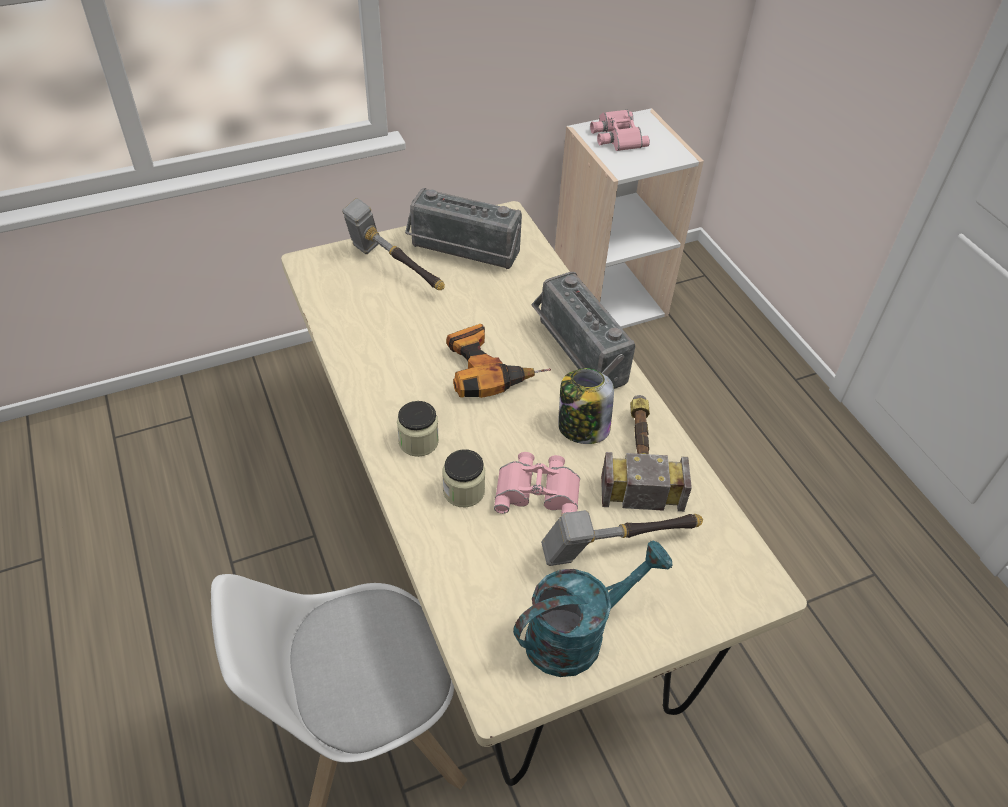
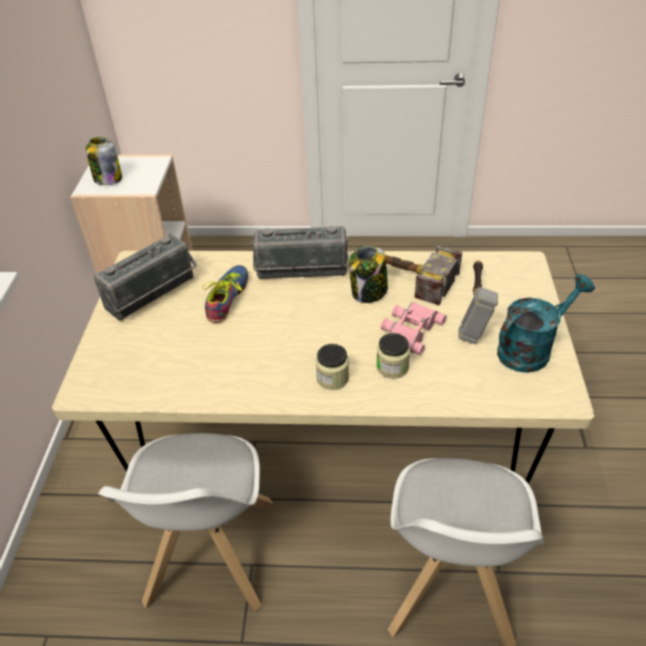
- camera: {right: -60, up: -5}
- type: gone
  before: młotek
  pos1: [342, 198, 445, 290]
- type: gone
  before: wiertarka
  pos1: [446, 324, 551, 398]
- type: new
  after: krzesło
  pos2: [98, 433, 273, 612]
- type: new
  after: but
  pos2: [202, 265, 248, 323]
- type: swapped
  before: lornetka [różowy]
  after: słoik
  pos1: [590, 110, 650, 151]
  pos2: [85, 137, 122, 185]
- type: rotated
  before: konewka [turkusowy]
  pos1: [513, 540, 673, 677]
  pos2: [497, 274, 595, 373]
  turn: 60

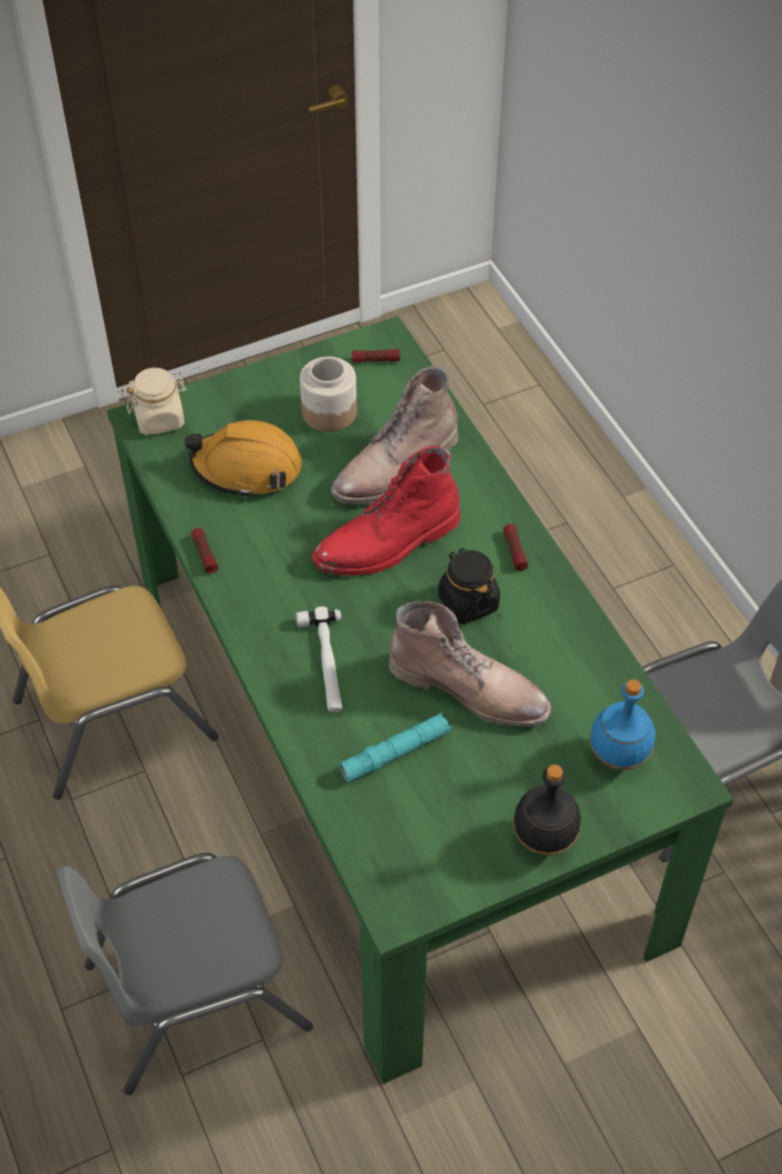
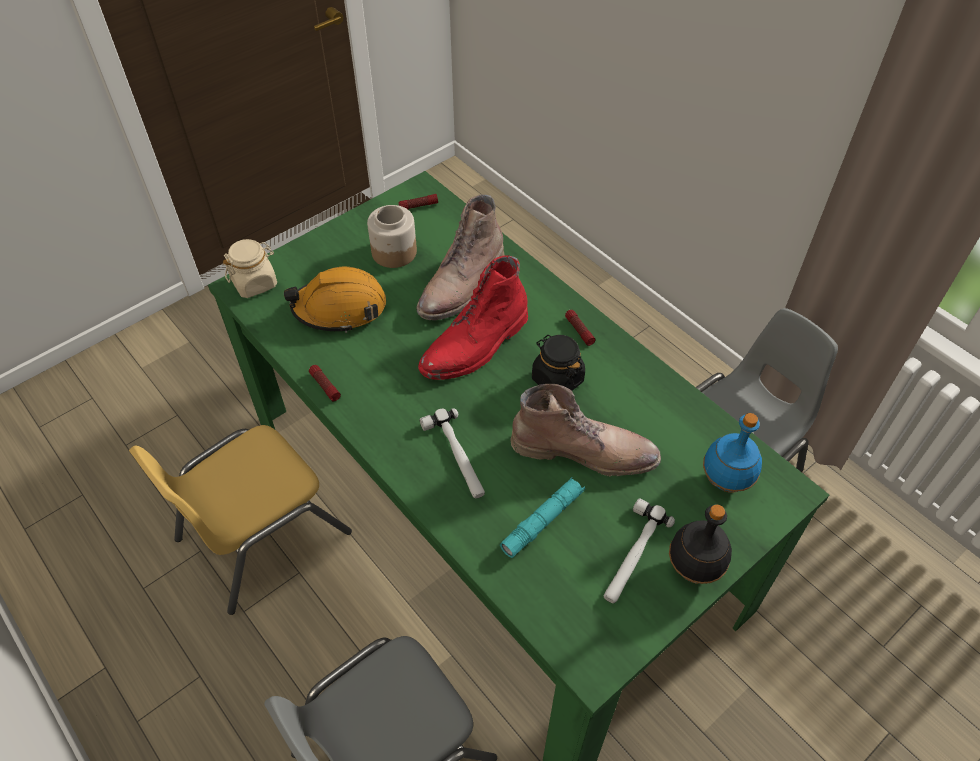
- camera: {right: -15, up: 0}
- type: new
  after: młotek
  pos2: [604, 498, 675, 603]

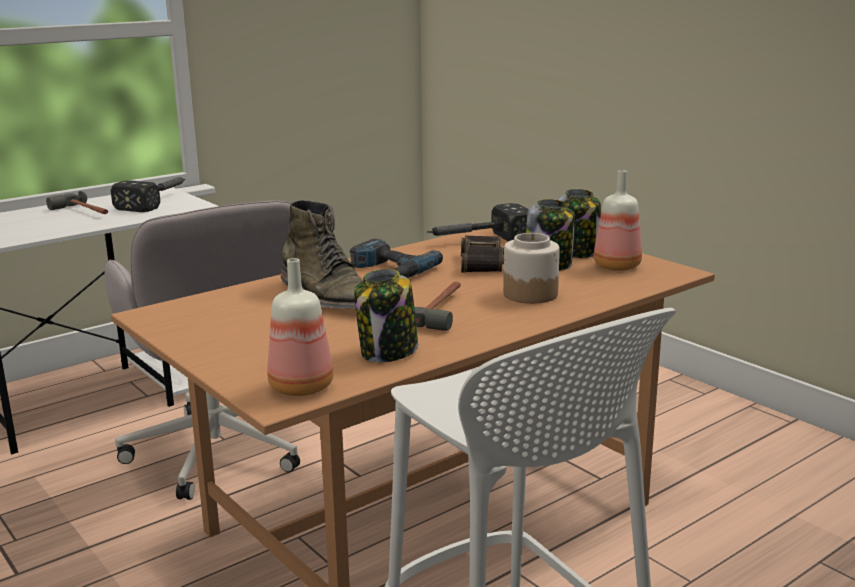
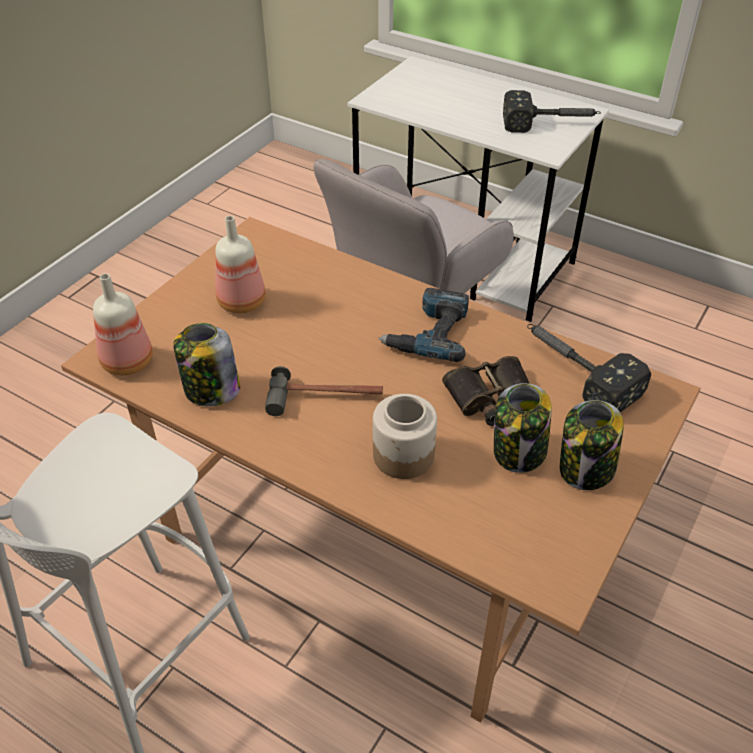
- camera: {right: 70, up: 25}
- type: gone
  before: młotek
  pos1: [46, 191, 108, 214]
- type: gone
  before: but z cholewką [zielony]
  pos1: [281, 200, 363, 309]
- type: shifted
  before: butelka
  pos1: [594, 170, 642, 271]
  pos2: [215, 216, 266, 313]

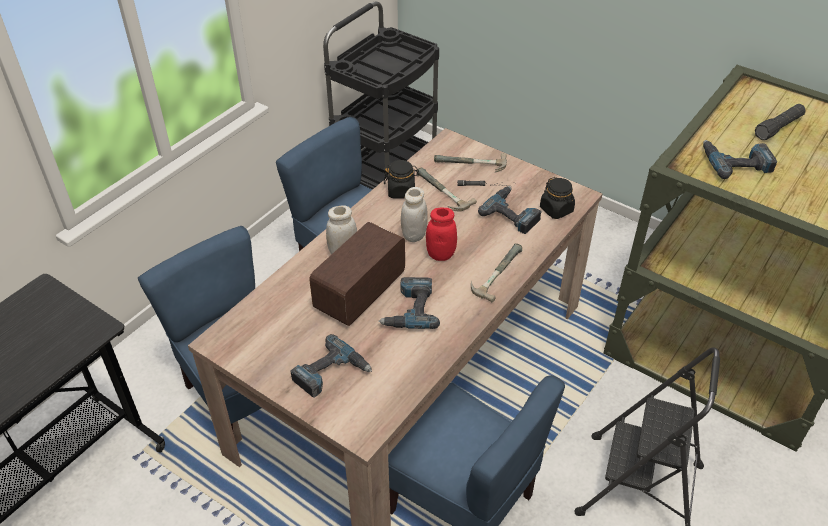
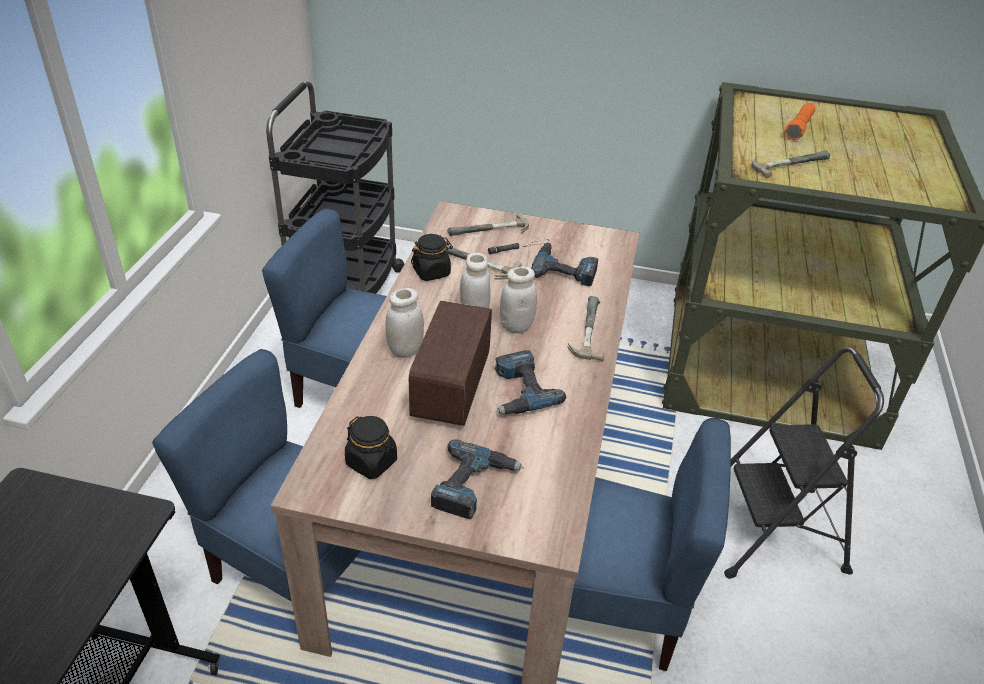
- camera: {right: -25, up: -5}
- type: shifted
  before: słoik [czarny]
  pos1: [540, 177, 575, 219]
  pos2: [345, 416, 397, 479]
- type: swapped
  before: wiertarka
  after: młotek
  pos1: [703, 140, 777, 179]
  pos2: [751, 150, 830, 178]
- type: repainted
  before: słoik [czerwony]
  after: słoik [biały]
  pos1: [426, 207, 457, 261]
  pos2: [500, 266, 537, 333]
- type: repainted
  before: latarka [czarny]
  after: latarka [pomarańczowy]
  pos1: [755, 104, 806, 140]
  pos2: [785, 103, 815, 140]

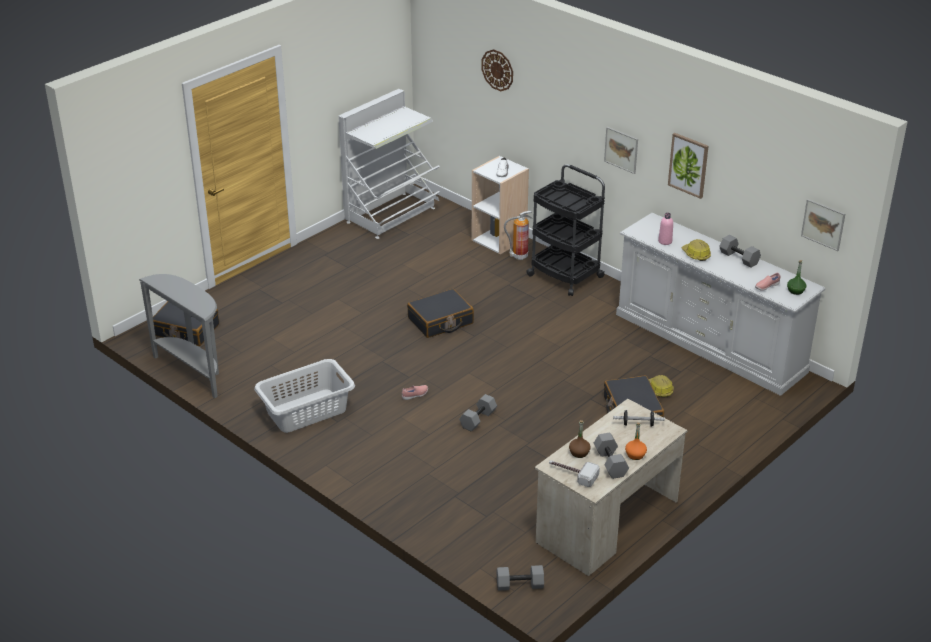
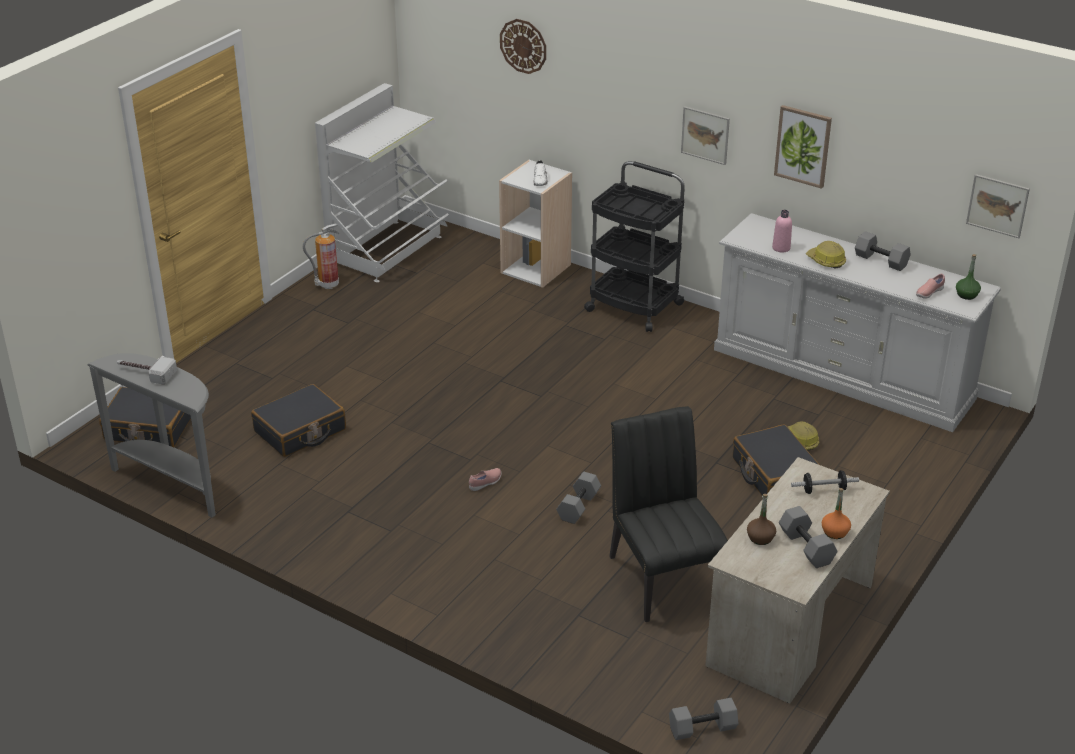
- camera: {right: -10, up: 0}
- type: gone
  before: kosz na pranie [szary]
  pos1: [254, 359, 355, 433]
- type: new
  after: krzesło [czarny]
  pos2: [609, 406, 728, 622]
- type: shifted
  before: walizka [czarny]
  pos1: [407, 289, 474, 338]
  pos2: [251, 384, 346, 457]
- type: shifted
  before: gaśnica
  pos1: [504, 210, 532, 260]
  pos2: [303, 223, 339, 289]
- type: shifted
  before: młotek
  pos1: [549, 460, 600, 487]
  pos2: [117, 357, 177, 384]

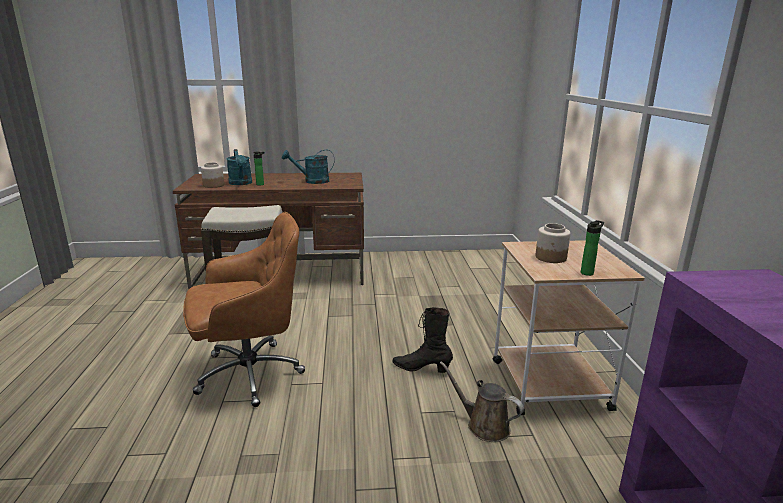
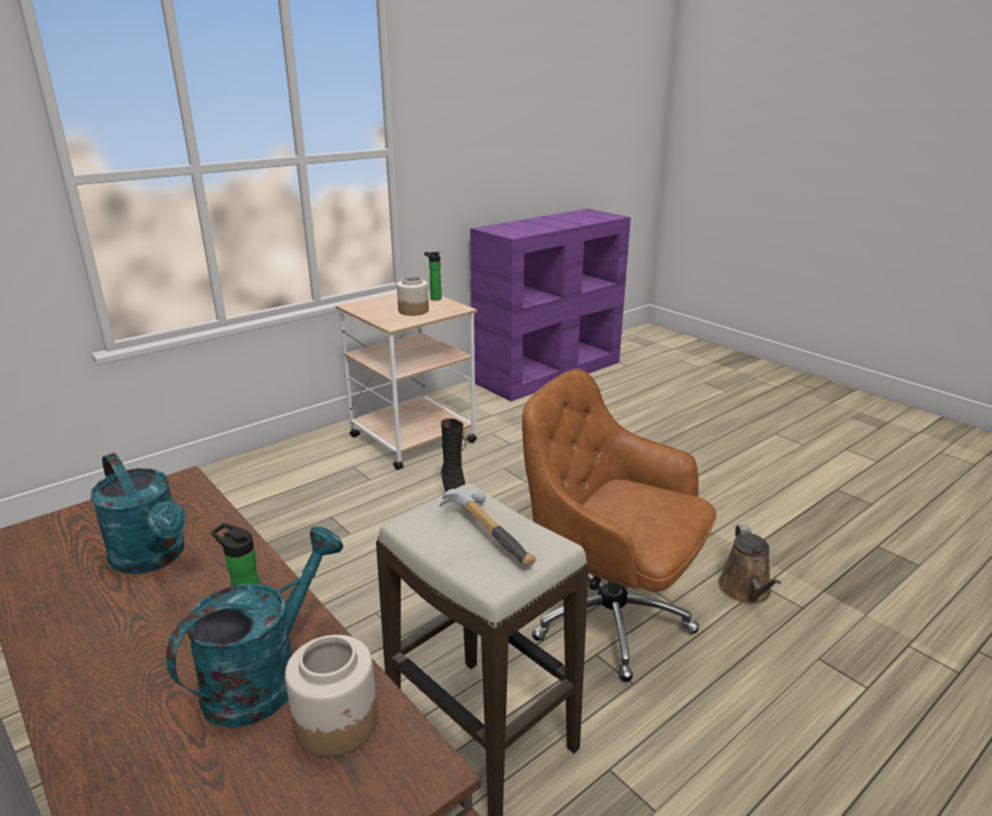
- camera: {right: -125, up: 5}
- type: new
  after: młotek
  pos2: [439, 489, 536, 566]
- type: shifted
  before: konewka [brązowy]
  pos1: [440, 361, 524, 442]
  pos2: [718, 524, 781, 604]

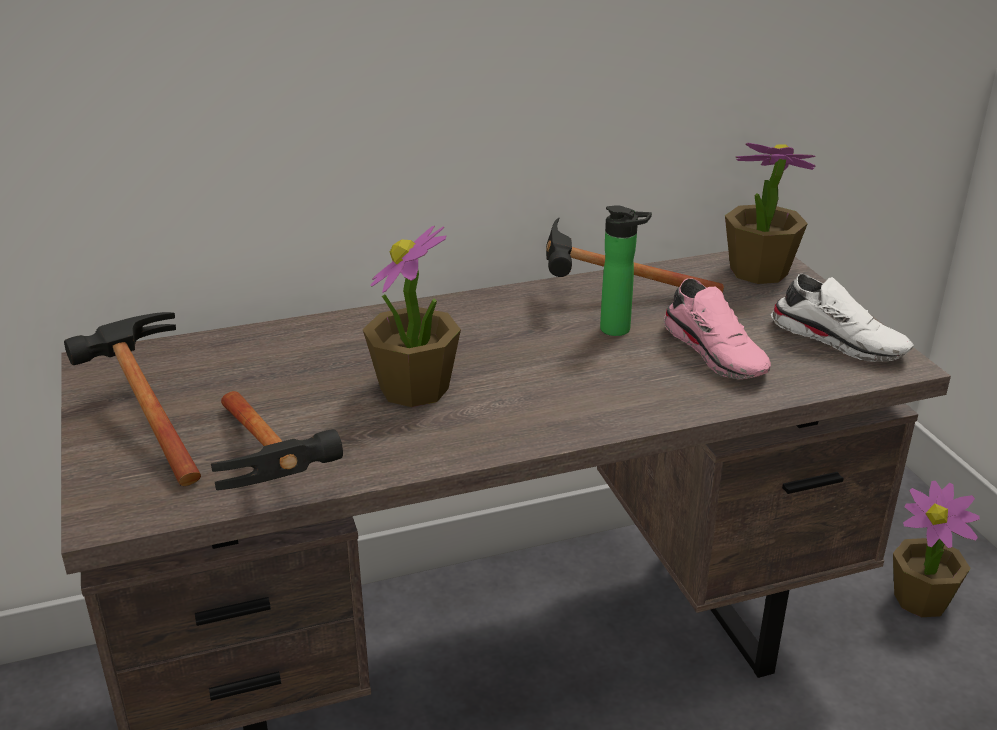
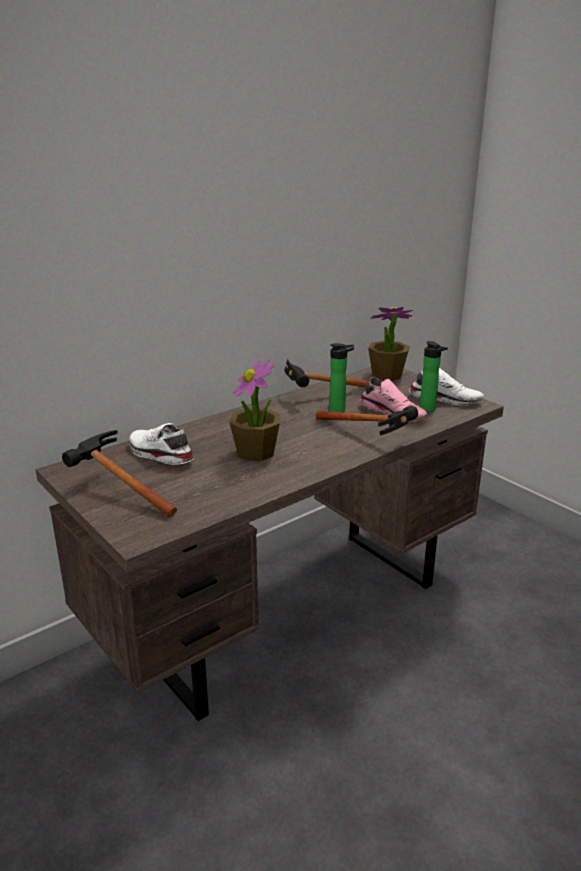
- camera: {right: -20, up: -5}
- type: gone
  before: roślina doniczkowa
  pos1: [893, 481, 980, 617]
- type: new
  after: but [biały]
  pos2: [129, 423, 194, 465]
- type: new
  after: butelka
  pos2: [420, 341, 448, 412]
- type: shifted
  before: młotek
  pos1: [211, 391, 343, 490]
  pos2: [316, 405, 418, 435]

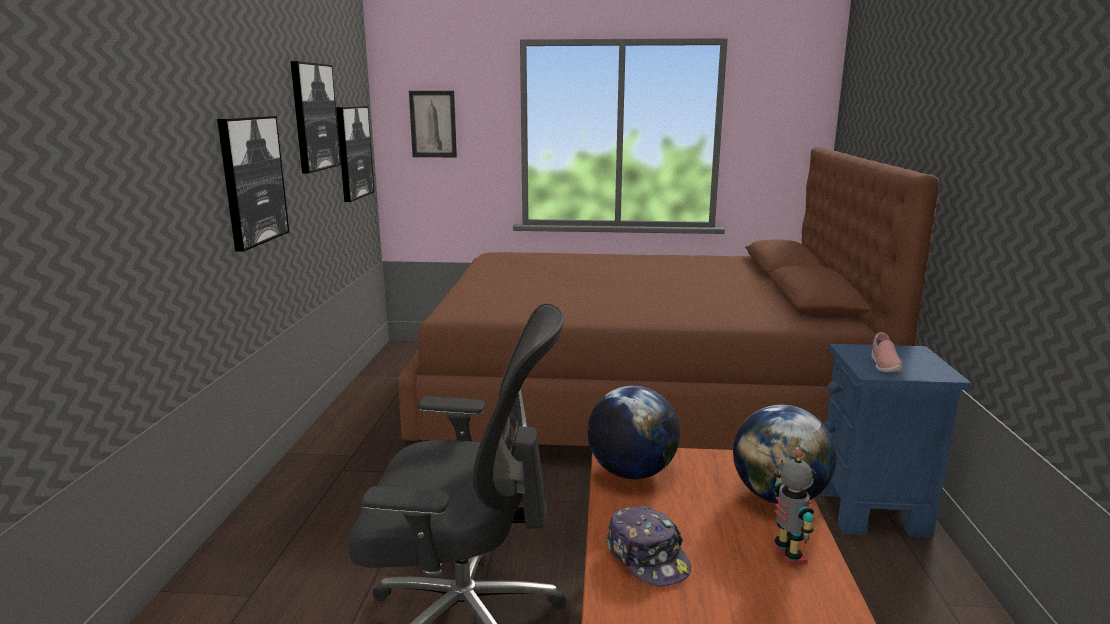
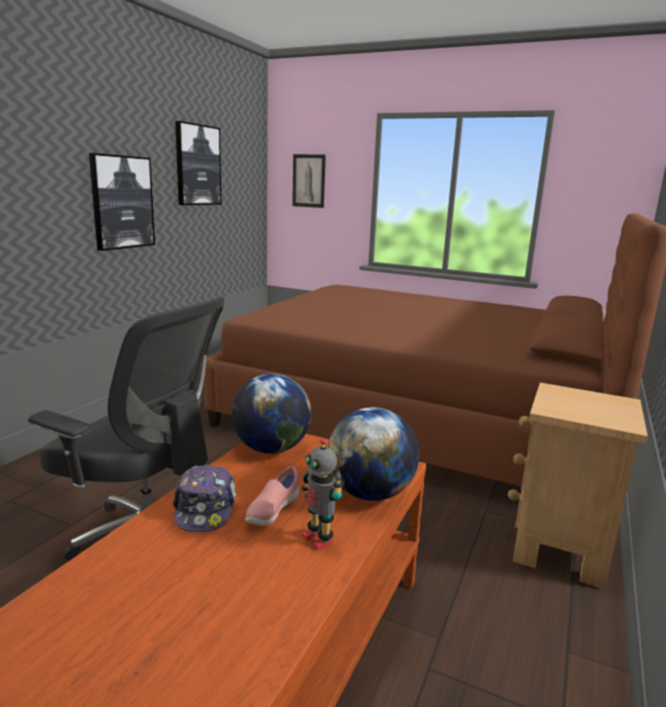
- camera: {right: 20, up: 0}
- type: gone
  before: obraz
  pos1: [336, 106, 374, 202]
- type: shifted
  before: but [różowy]
  pos1: [871, 332, 903, 372]
  pos2: [245, 467, 299, 526]
- type: repainted
  before: szafka nocna [niebieski]
  after: szafka nocna [beżowy]
  pos1: [821, 344, 971, 538]
  pos2: [508, 383, 648, 589]
- type: rotated
  before: robot zabawkowy
  pos1: [774, 451, 817, 567]
  pos2: [302, 438, 344, 550]
  turn: 135

